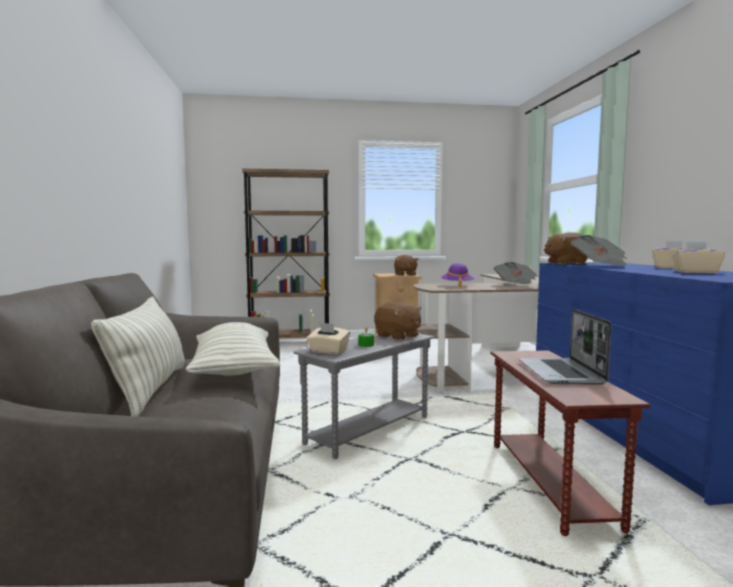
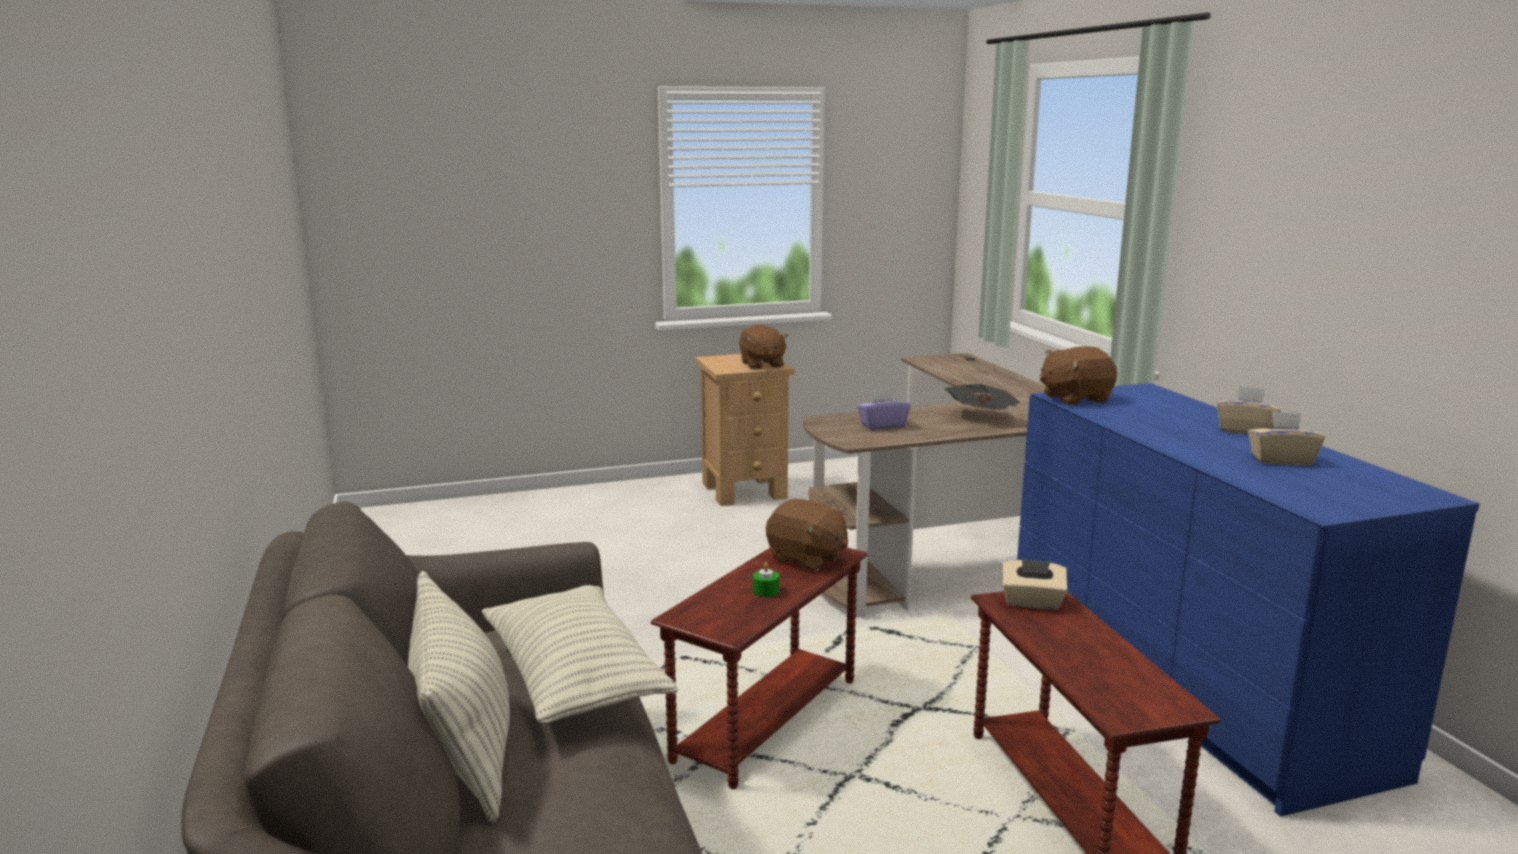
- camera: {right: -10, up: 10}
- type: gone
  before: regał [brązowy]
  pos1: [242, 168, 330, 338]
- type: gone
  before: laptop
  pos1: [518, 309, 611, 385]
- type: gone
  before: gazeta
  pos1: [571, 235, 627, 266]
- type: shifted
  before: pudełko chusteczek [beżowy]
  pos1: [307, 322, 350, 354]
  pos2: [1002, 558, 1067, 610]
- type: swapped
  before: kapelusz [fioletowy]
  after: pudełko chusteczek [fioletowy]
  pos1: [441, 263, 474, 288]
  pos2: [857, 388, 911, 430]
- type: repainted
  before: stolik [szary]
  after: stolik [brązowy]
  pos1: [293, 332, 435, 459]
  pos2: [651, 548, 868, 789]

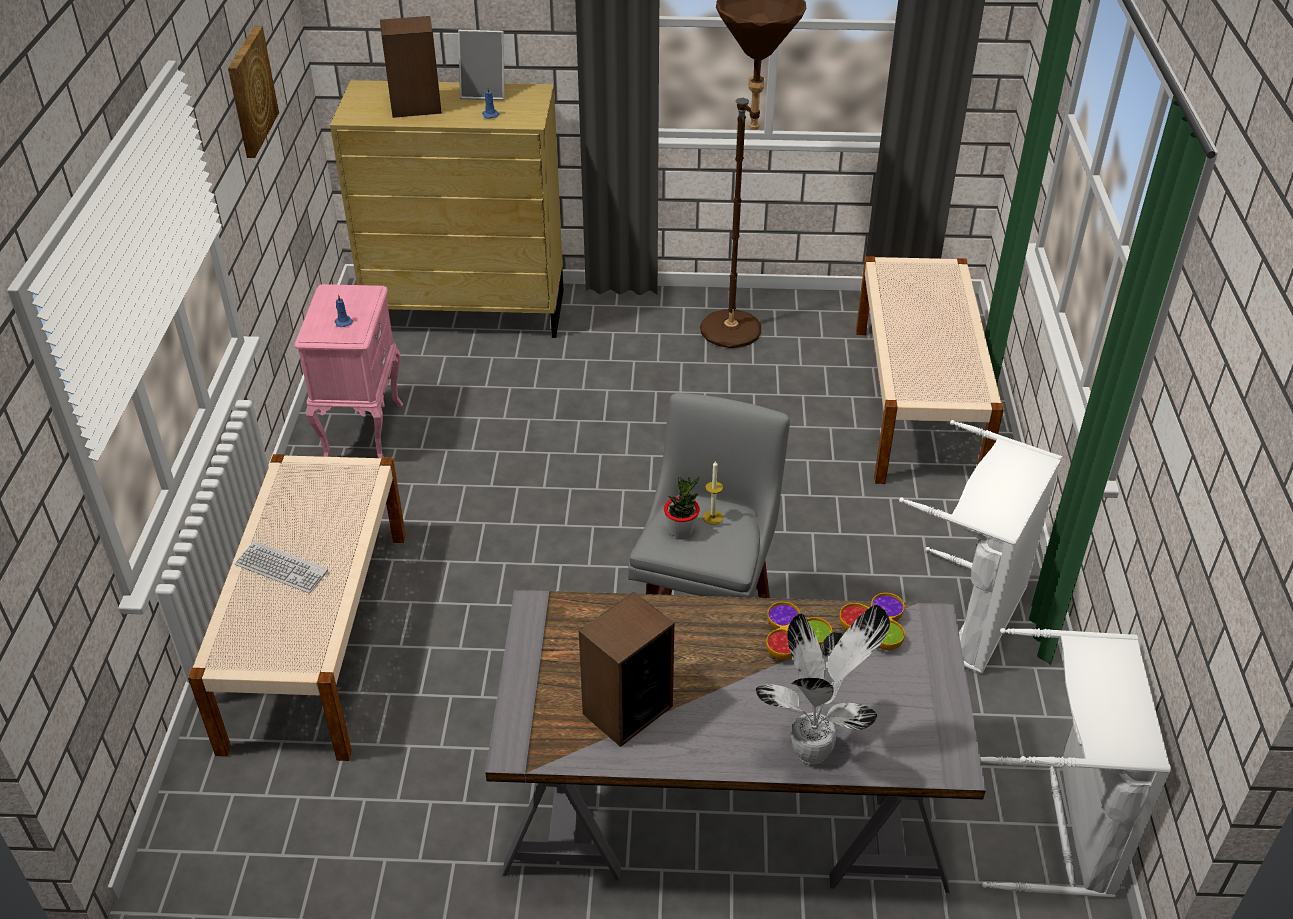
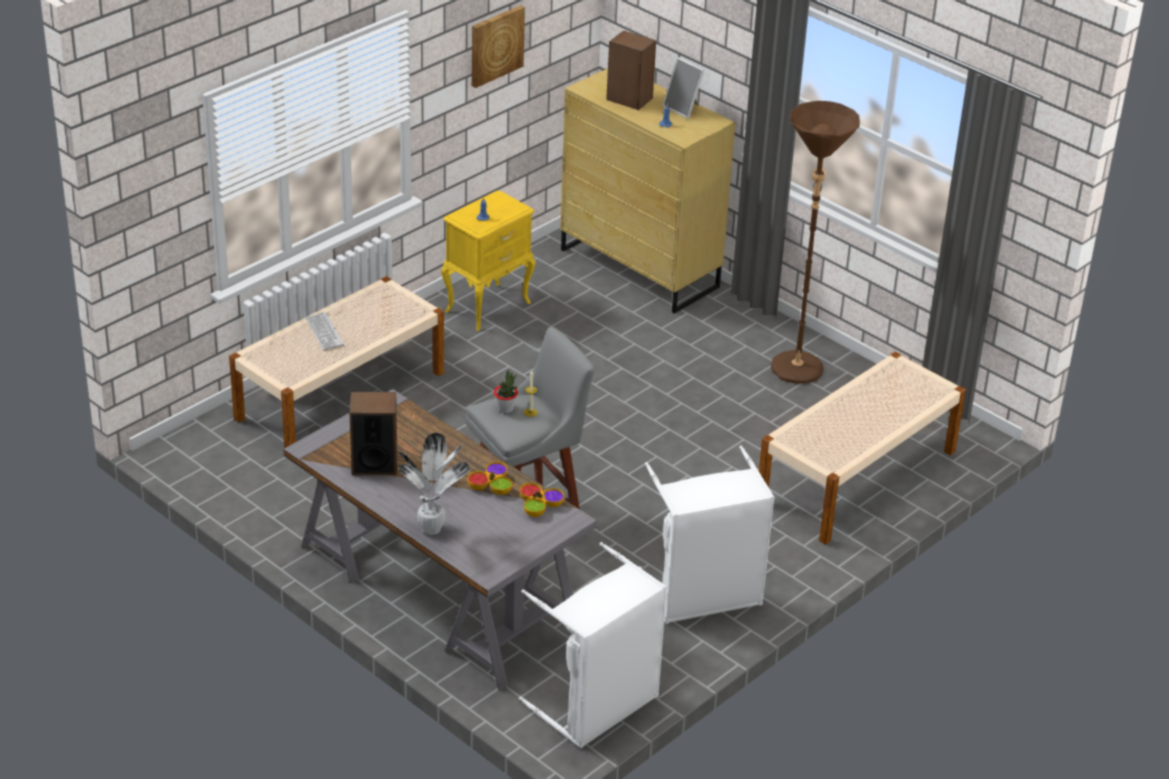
- camera: {right: 40, up: -5}
- type: repainted
  before: szafka nocna [różowy]
  after: szafka nocna [żółty]
  pos1: [294, 284, 403, 458]
  pos2: [441, 191, 536, 332]

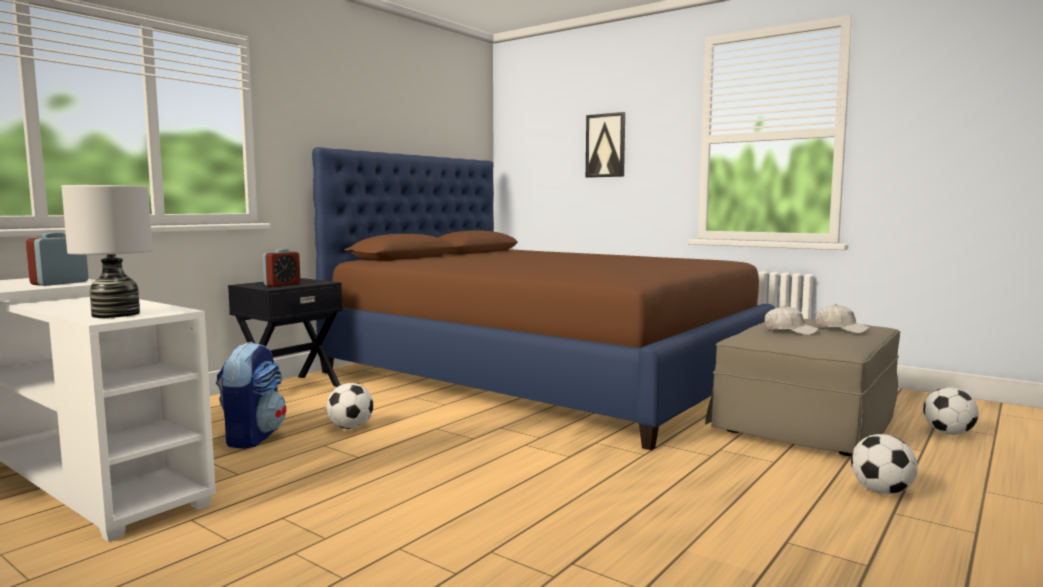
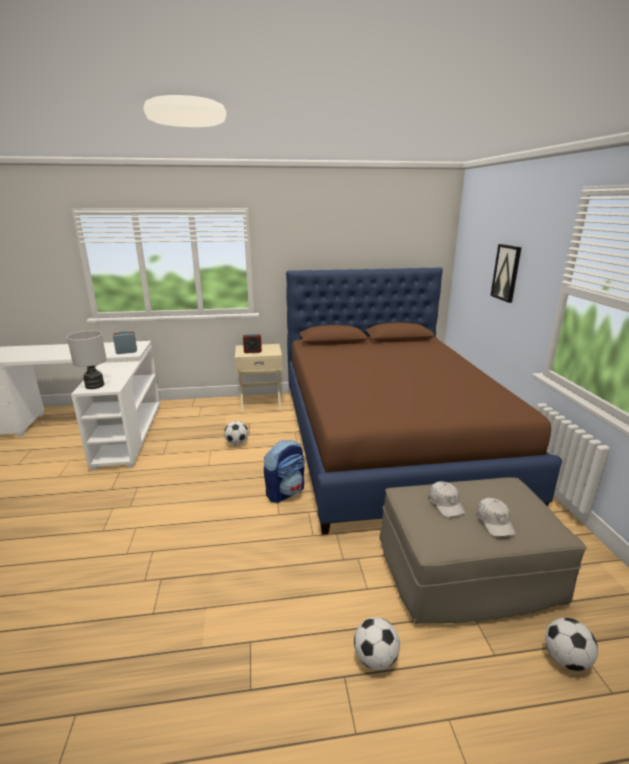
- camera: {right: 45, up: 15}
- type: shifted
  before: plecak
  pos1: [216, 342, 286, 449]
  pos2: [264, 440, 305, 503]
- type: repainted
  before: szafka nocna [czarny]
  after: szafka nocna [beżowy]
  pos1: [228, 278, 343, 387]
  pos2: [235, 344, 282, 412]

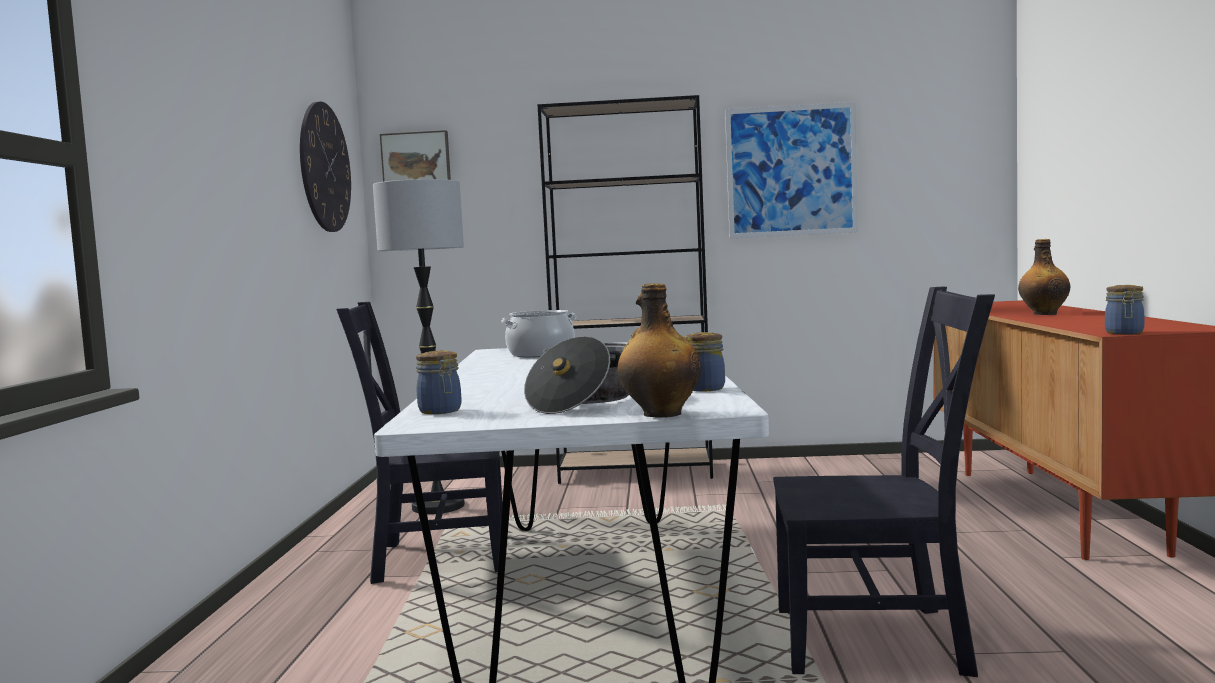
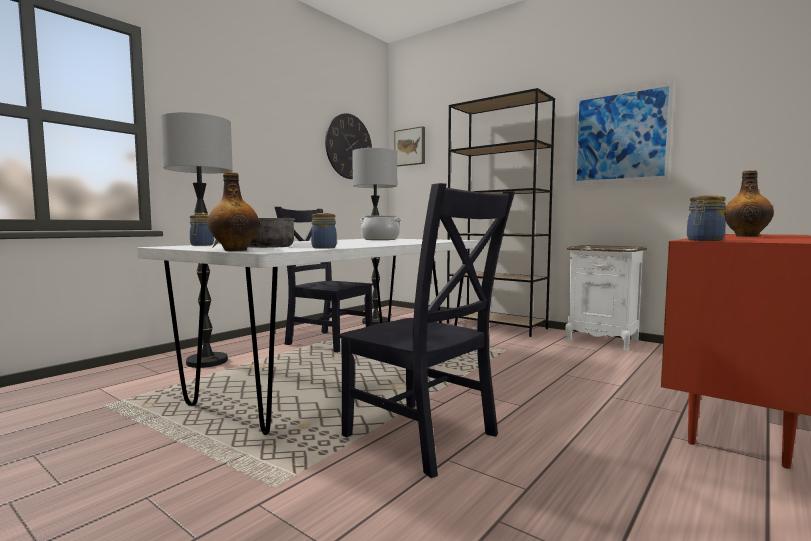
- camera: {right: 35, up: 0}
- type: new
  after: lampa stojąca
  pos2: [161, 112, 233, 368]
- type: new
  after: szafka nocna [biały]
  pos2: [565, 245, 647, 351]

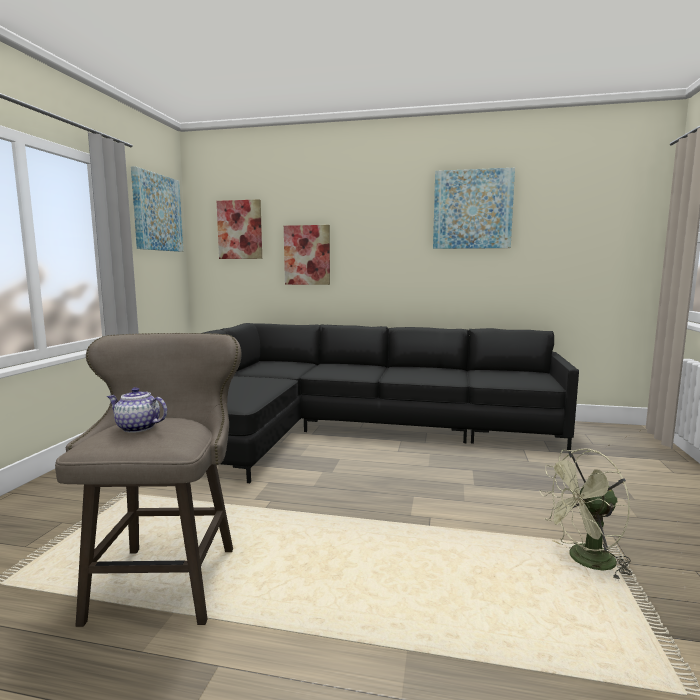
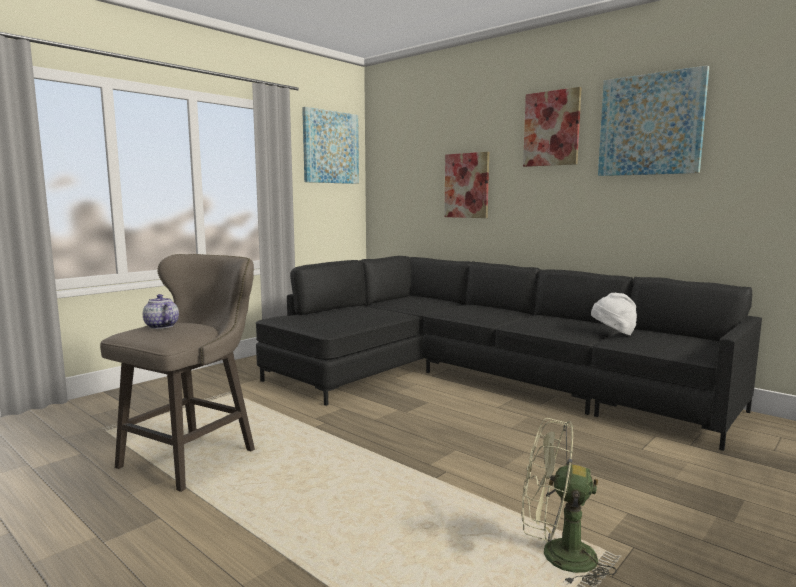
- camera: {right: 30, up: 0}
- type: new
  after: kapelusz [biały]
  pos2: [591, 293, 637, 335]
- type: shifted
  before: obraz
  pos1: [217, 199, 262, 259]
  pos2: [523, 87, 581, 167]

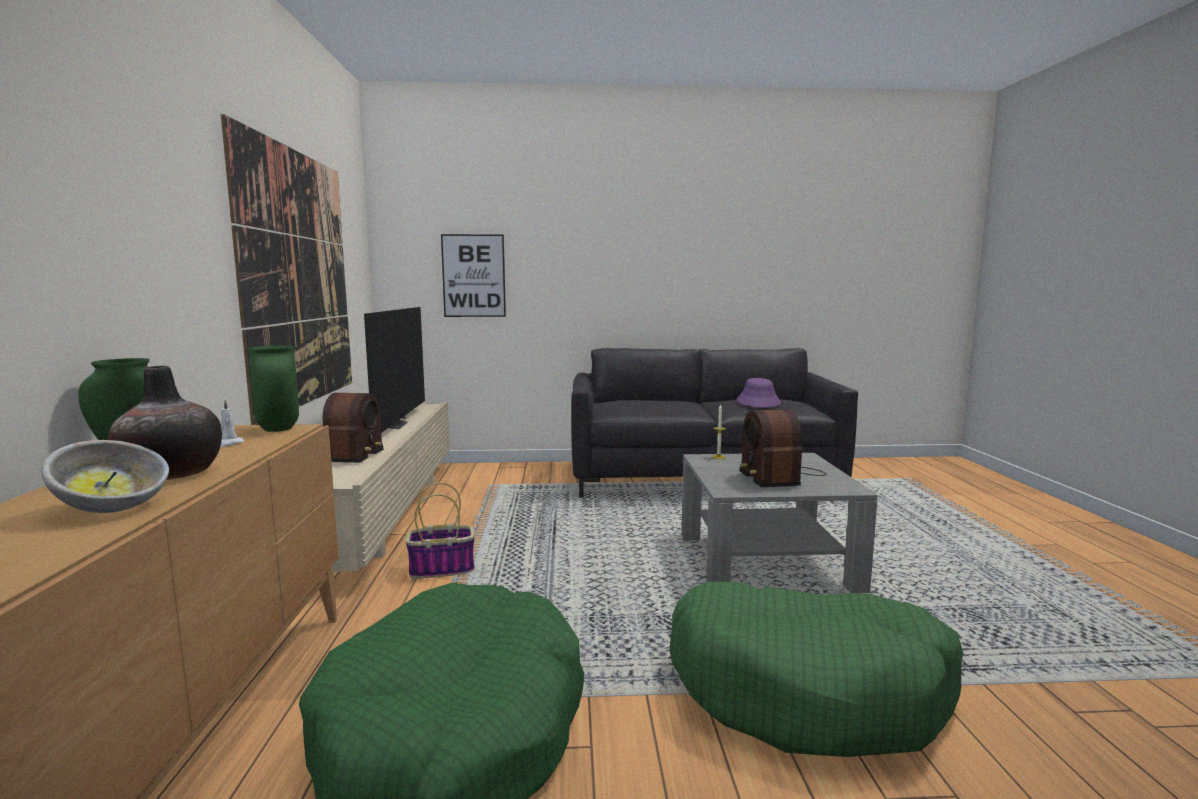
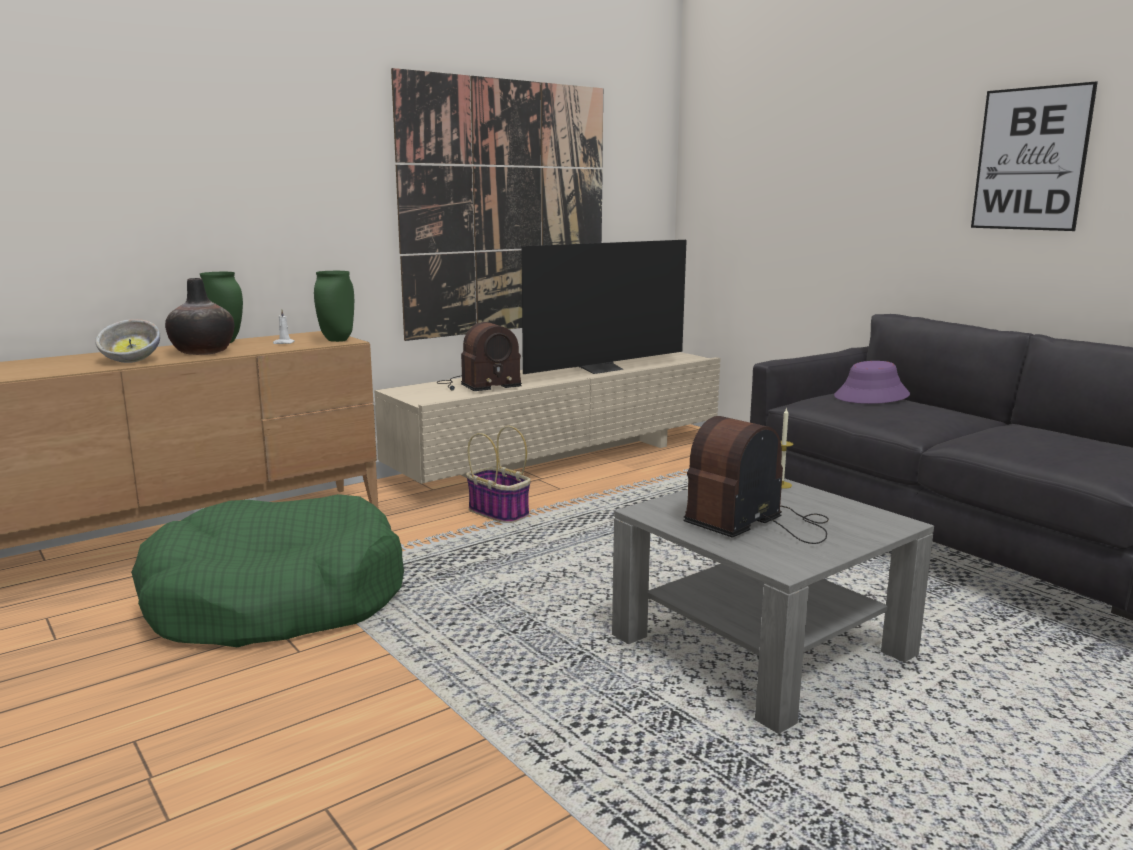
- camera: {right: 55, up: 5}
- type: gone
  before: legowisko [zielony]
  pos1: [669, 582, 963, 757]
- type: shifted
  before: obraz
  pos1: [441, 234, 506, 317]
  pos2: [971, 81, 1098, 231]
- type: shifted
  before: kapelusz [fioletowy]
  pos1: [736, 378, 781, 407]
  pos2: [834, 361, 910, 404]

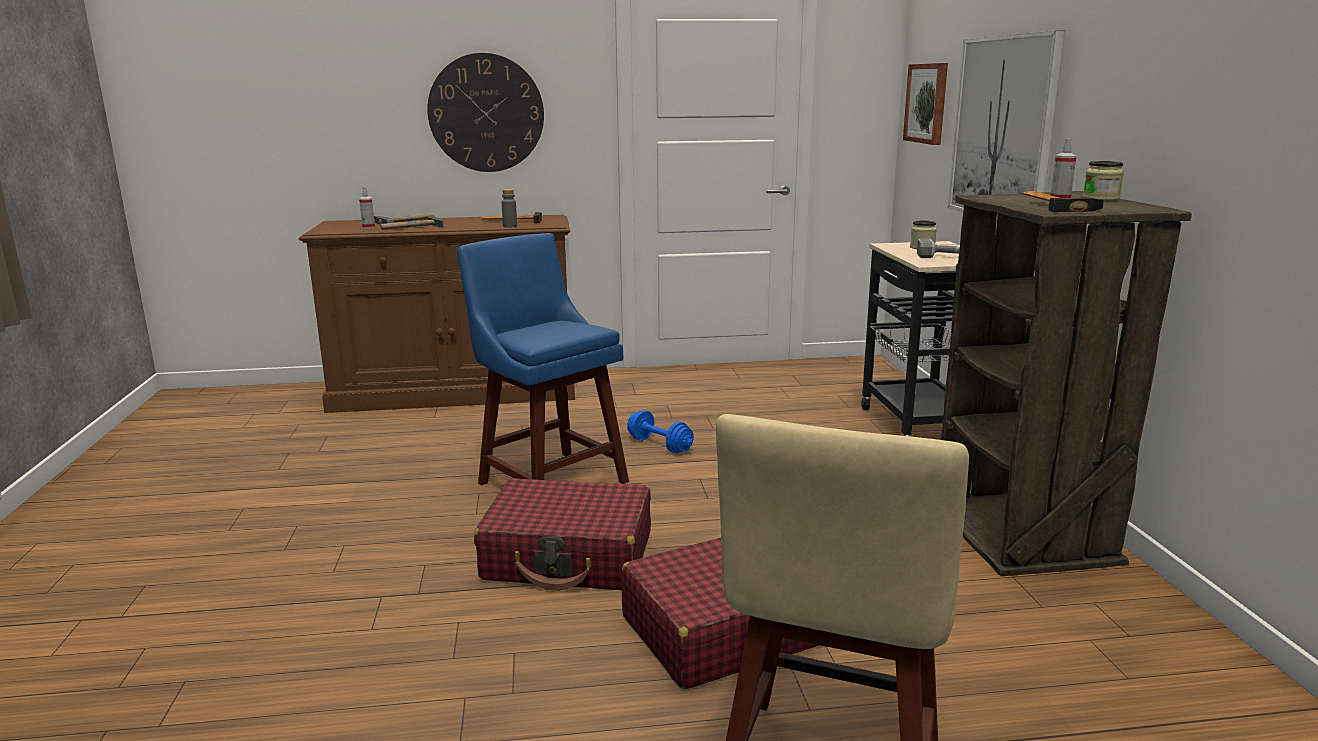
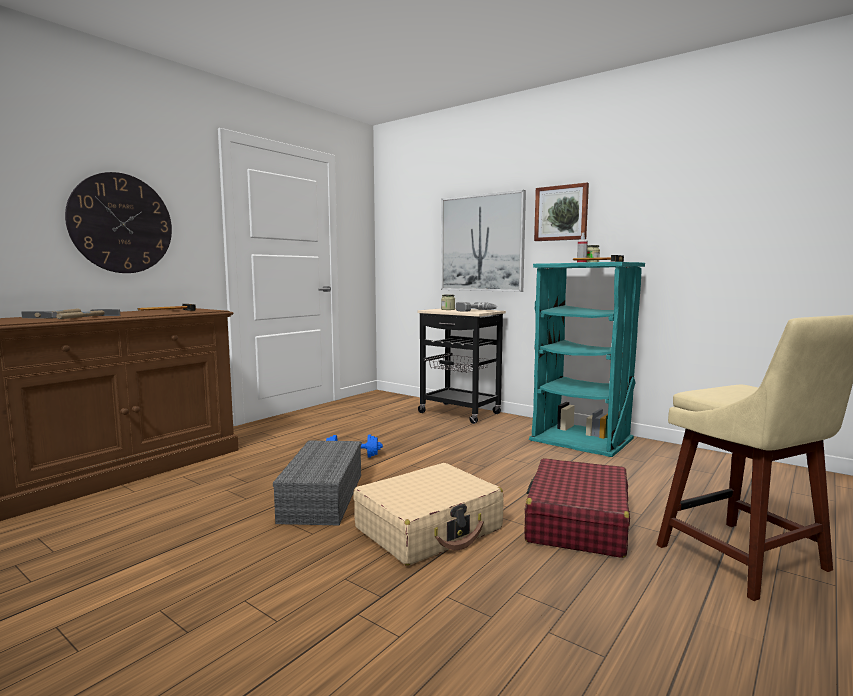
- camera: {right: -45, up: -10}
- type: gone
  before: spryskiwacz
  pos1: [359, 187, 375, 229]
- type: gone
  before: butelka [szary]
  pos1: [502, 189, 517, 228]
- type: shifted
  before: obraz
  pos1: [903, 63, 948, 145]
  pos2: [534, 183, 589, 241]
- type: swapped
  before: krzesło [niebieski]
  after: pojemnik do przechowywania [szary]
  pos1: [457, 233, 629, 485]
  pos2: [273, 441, 361, 525]
- type: repainted
  before: walizka [czerwony]
  after: walizka [beżowy]
  pos1: [474, 478, 651, 591]
  pos2: [353, 463, 504, 565]
- type: repainted
  before: regał [brązowy]
  after: regał [turkusowy]
  pos1: [941, 191, 1192, 576]
  pos2: [529, 262, 645, 457]

